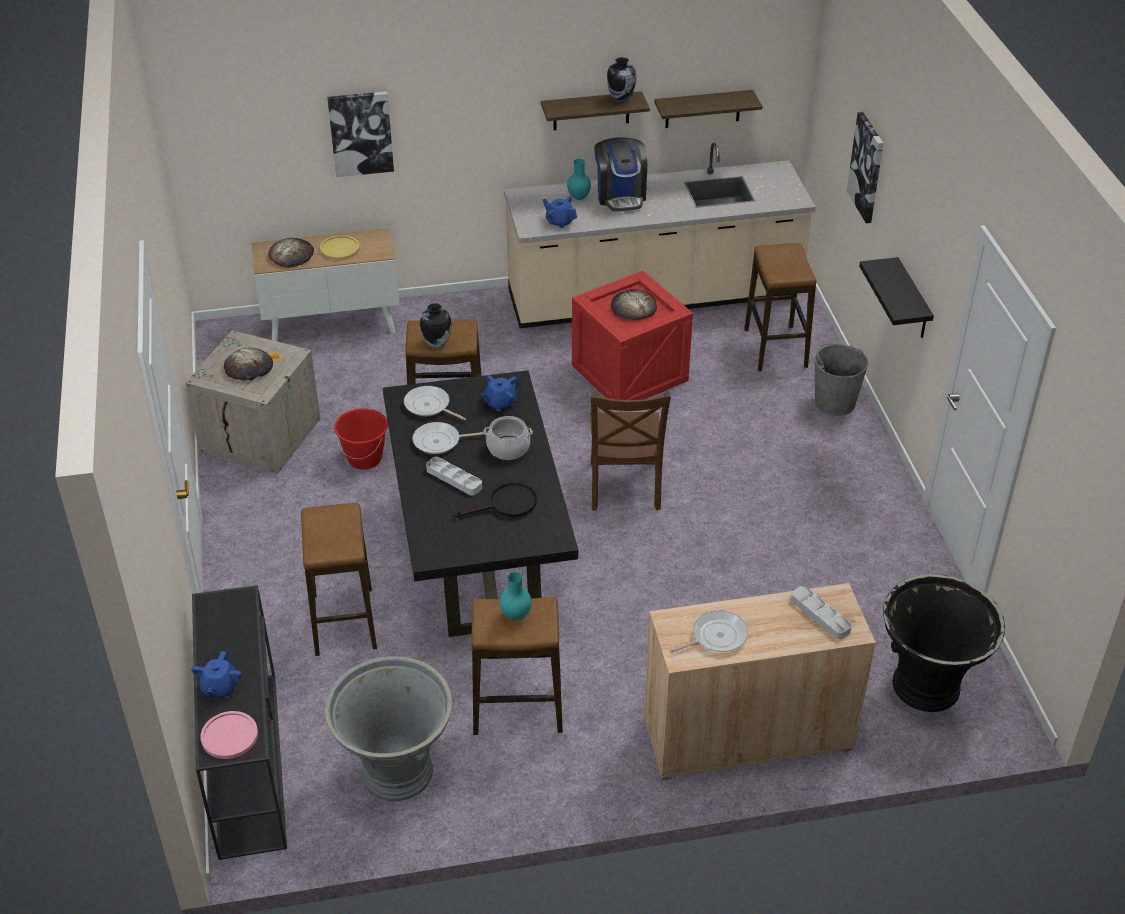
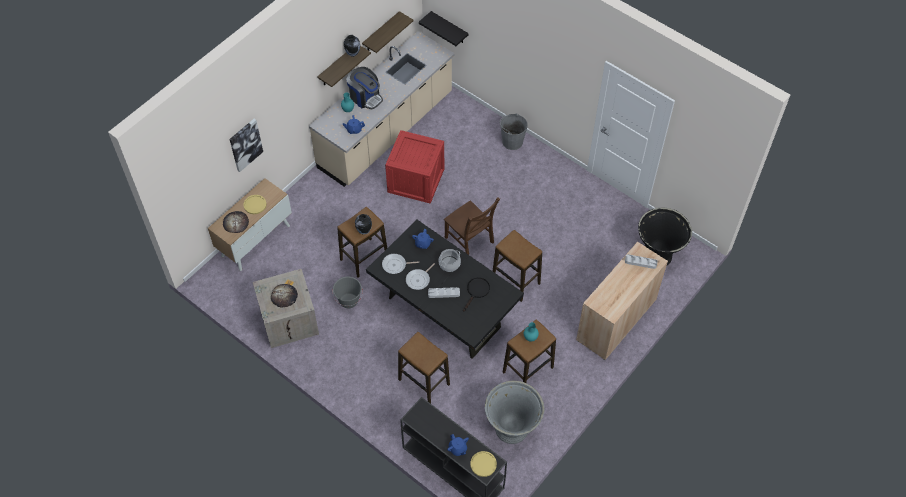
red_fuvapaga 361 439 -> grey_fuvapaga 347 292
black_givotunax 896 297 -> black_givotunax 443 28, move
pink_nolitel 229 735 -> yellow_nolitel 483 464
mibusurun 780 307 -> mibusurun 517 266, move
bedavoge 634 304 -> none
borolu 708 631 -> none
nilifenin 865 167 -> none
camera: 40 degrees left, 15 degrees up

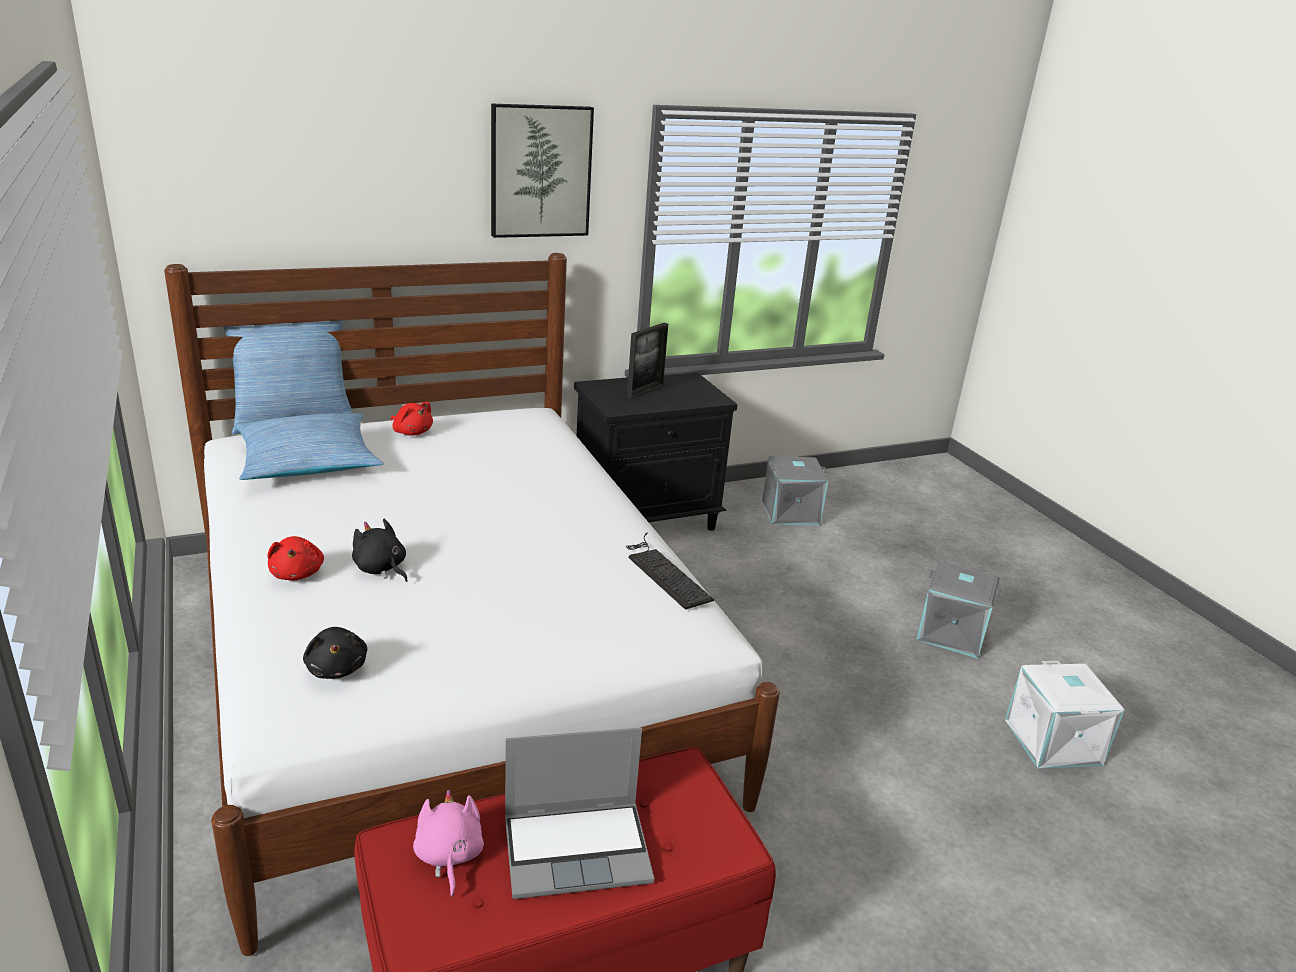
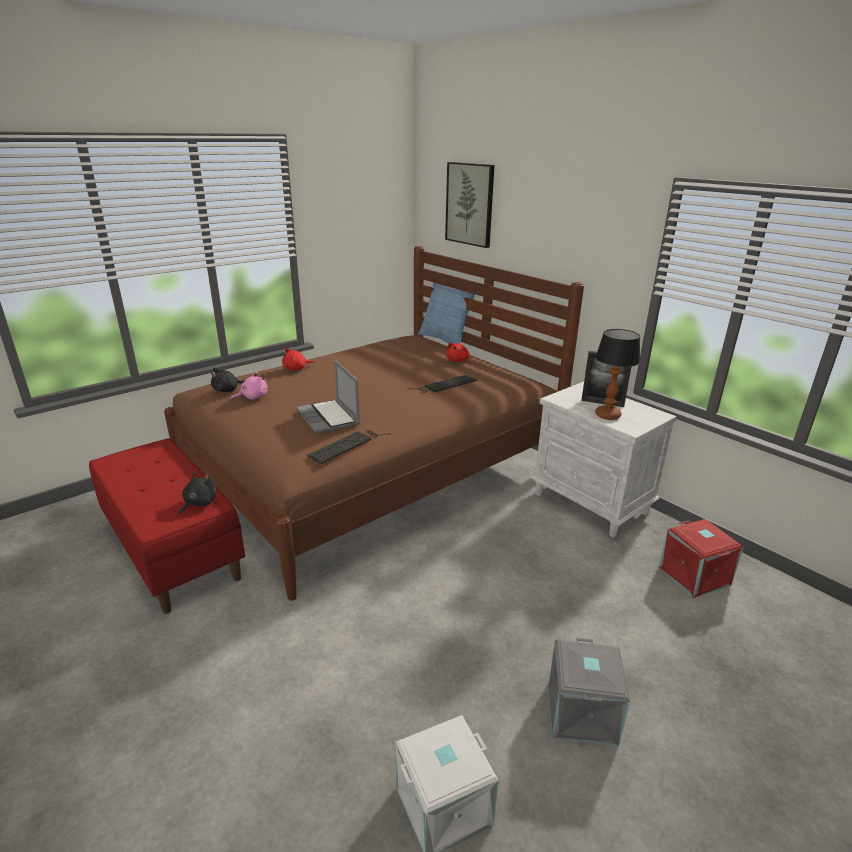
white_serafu 472 604 -> brown_serafu 374 423
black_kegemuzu 380 550 -> black_kegemuzu 198 493, move
pink_kegemuzu 448 843 -> pink_kegemuzu 249 386, move
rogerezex 579 813 -> rogerezex 328 397, move
none -> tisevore 442 384
nilifenin 542 170 -> nilifenin 470 205, move
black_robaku 656 451 -> white_robaku 604 459
none -> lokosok 617 374
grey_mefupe 795 491 -> red_mefupe 701 558
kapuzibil 308 446 -> none
camera: 75 degrees right, 0 degrees up

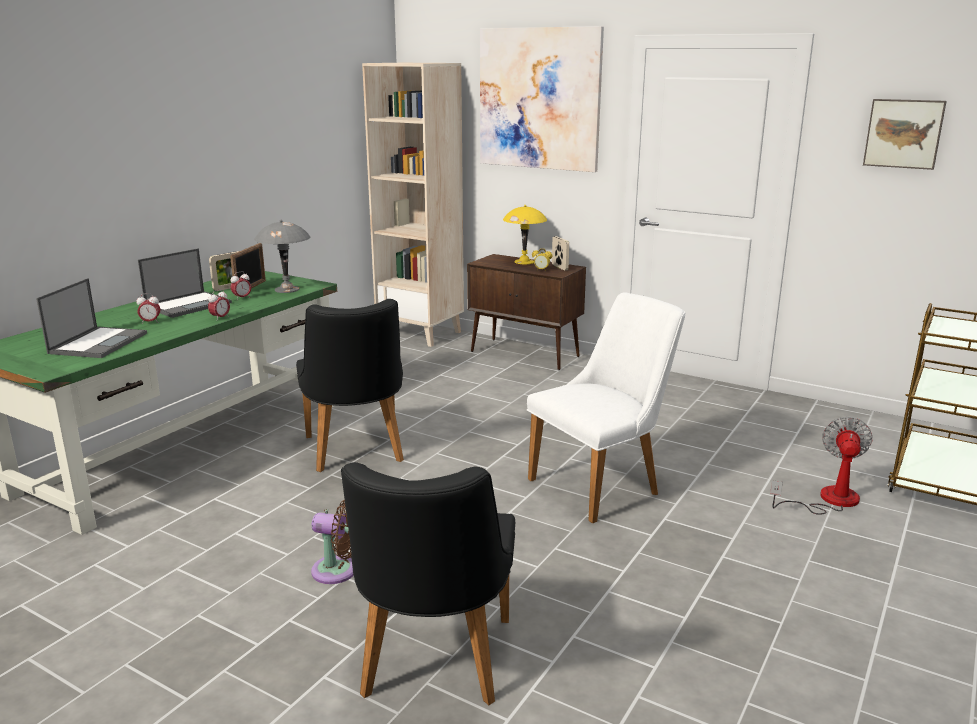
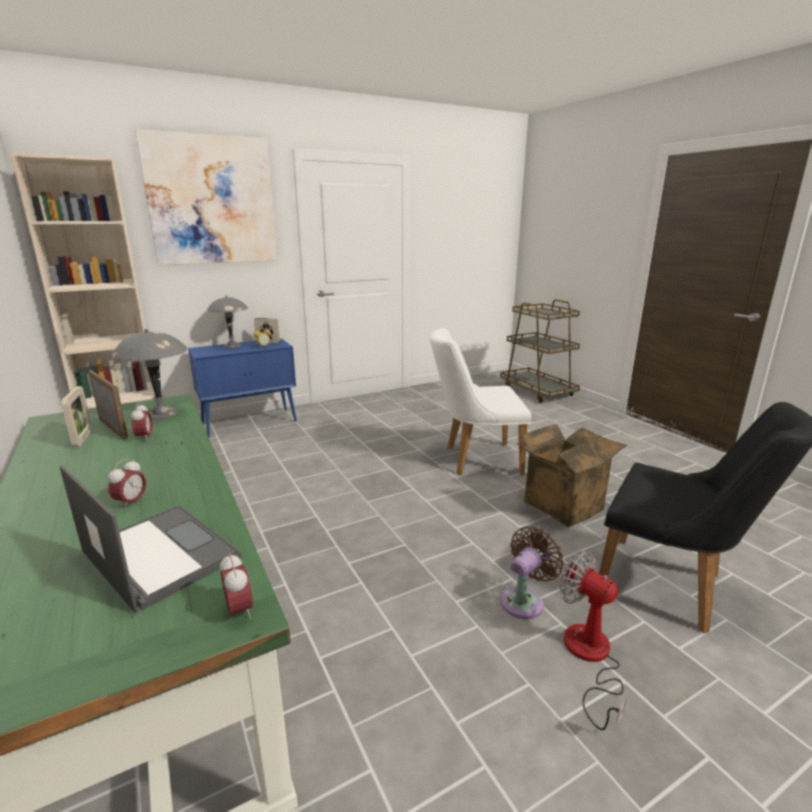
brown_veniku 526 312 -> blue_veniku 242 387
yellow_lokosok 525 234 -> grey_lokosok 227 322
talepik 219 305 -> talepik 236 586, move
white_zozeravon 606 408 -> white_zozeravon 480 402, 90 degrees counterclockwise
none -> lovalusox 571 475
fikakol 821 466 -> fikakol 593 640, move
rogerezex 185 283 -> none
black_zozeravon 350 385 -> none
nilifenin 905 134 -> none
camera: 60 degrees left, 0 degrees up

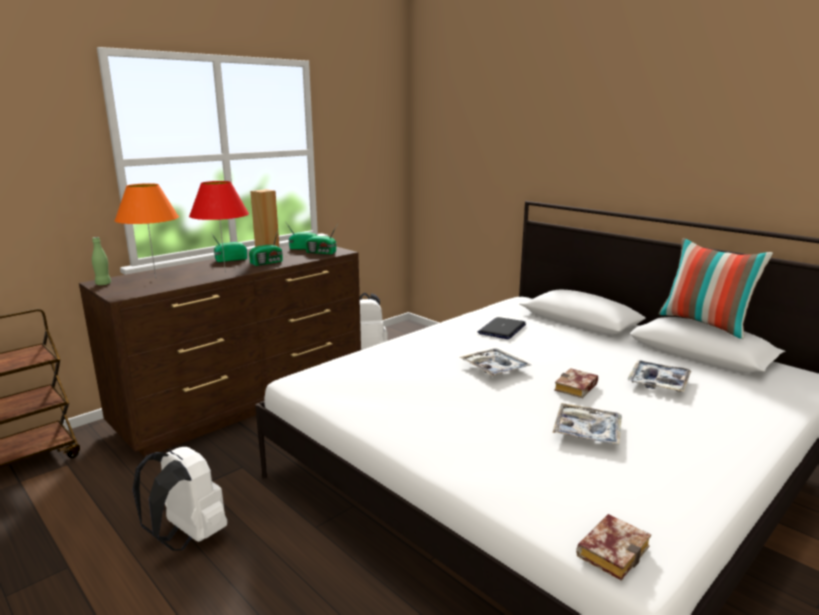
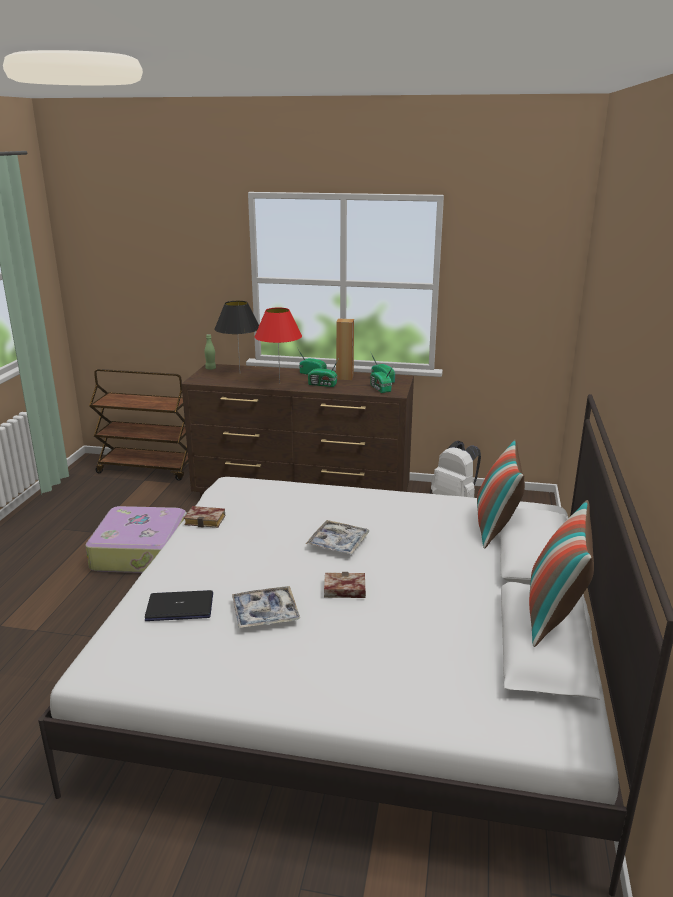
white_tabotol 179 499 -> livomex 136 539
rogerezex 502 328 -> rogerezex 179 605, move
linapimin 613 547 -> linapimin 205 517, move
orange_lokosok 147 231 -> black_lokosok 236 335
none -> kapuzibil 501 494
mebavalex 659 376 -> none
camera: 55 degrees right, 5 degrees up

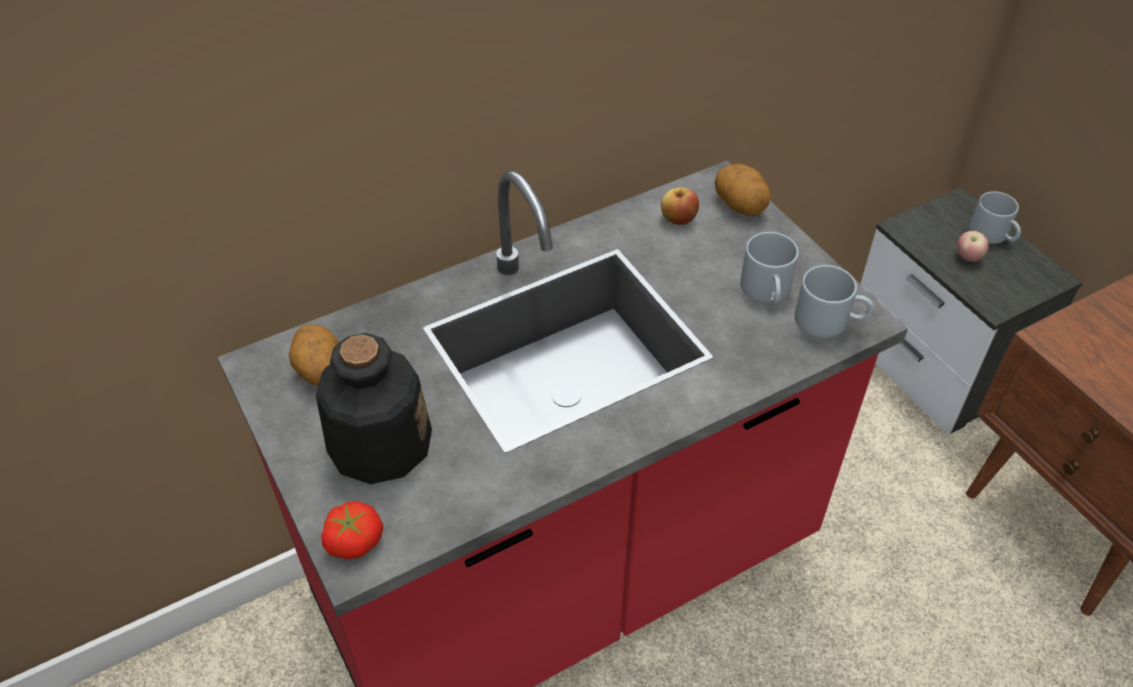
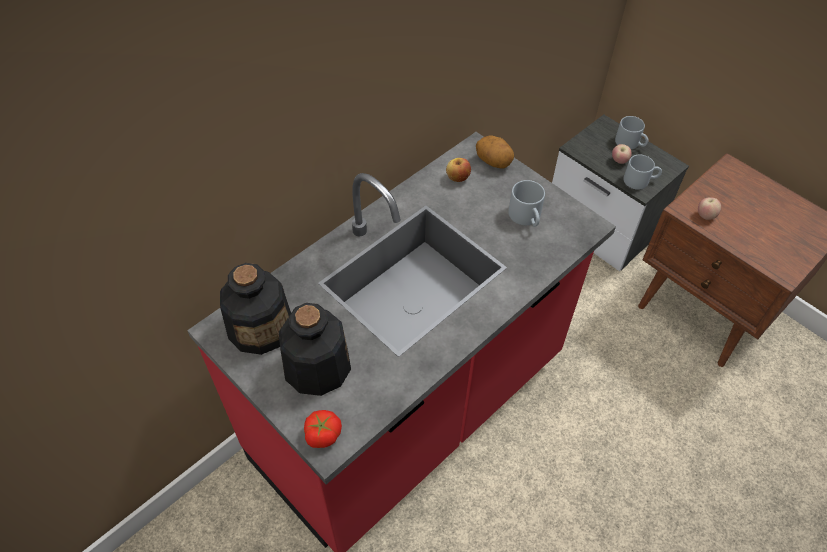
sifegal 314 354 -> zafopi 255 309
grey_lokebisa 833 301 -> grey_lokebisa 642 172, move
none -> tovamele 709 208
camera: 15 degrees left, 5 degrees up

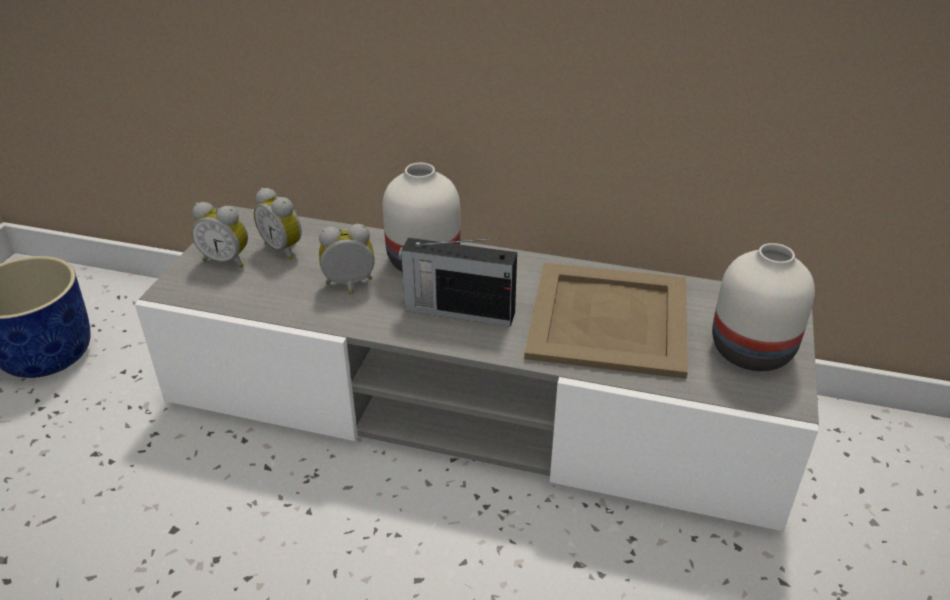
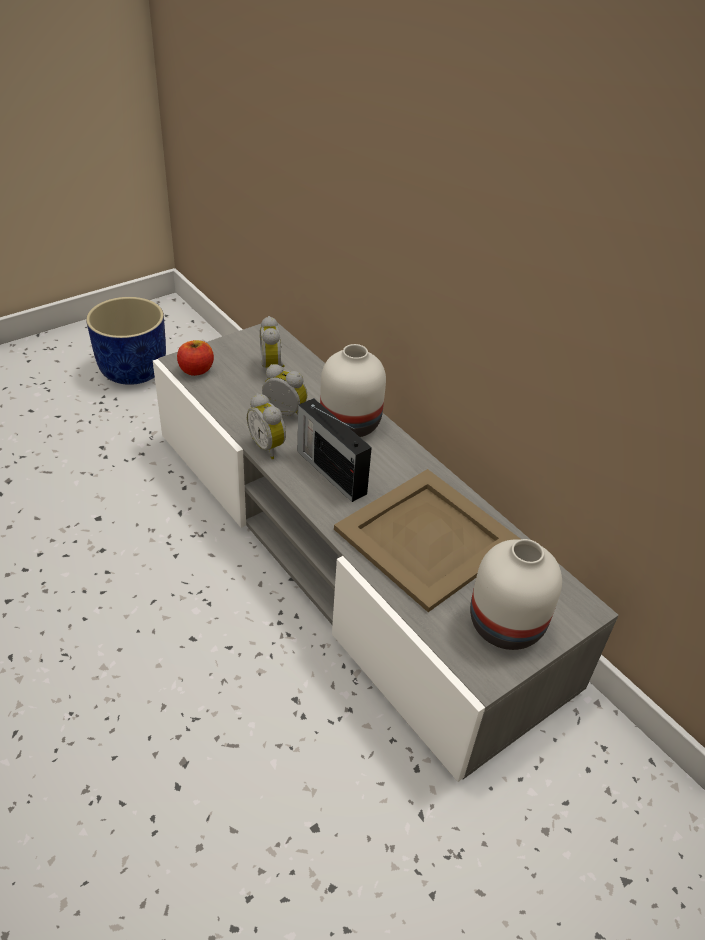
none -> tovamele 195 358
talepik 219 235 -> talepik 266 426, move
camera: 35 degrees right, 5 degrees up

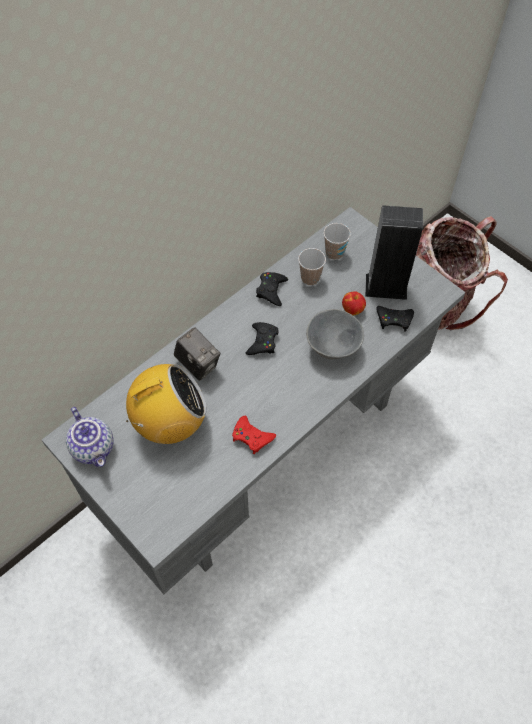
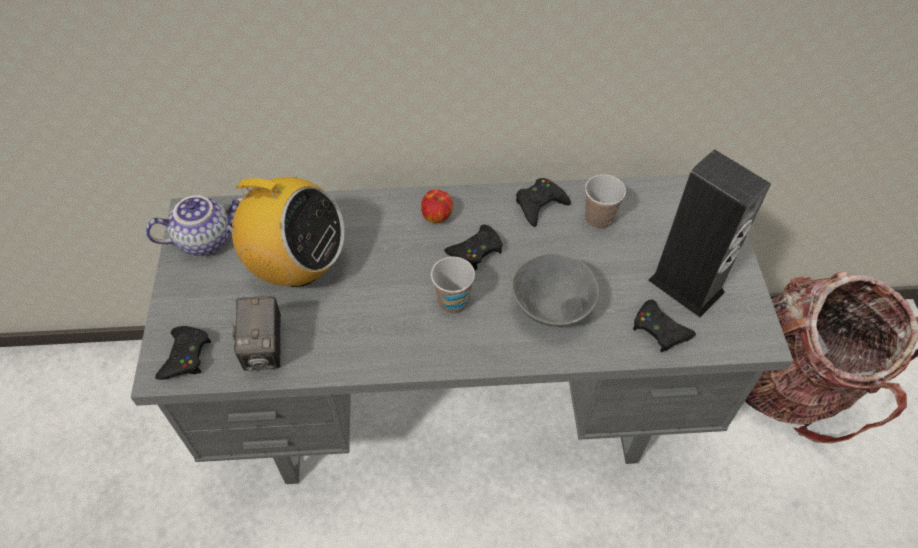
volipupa 90 437 -> volipupa 194 225, 120 degrees counterclockwise
none -> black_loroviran 183 353
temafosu 197 354 -> temafosu 256 334, move
tovamele 354 303 -> tovamele 437 206, move
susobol 337 241 -> susobol 453 285, move
red_loroviran 254 435 -> none
camera: 40 degrees right, 5 degrees down

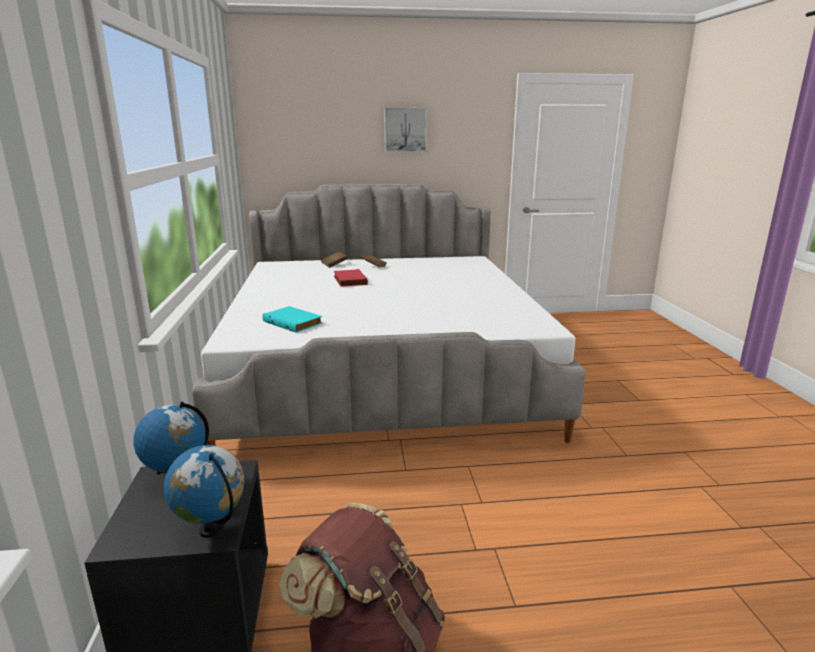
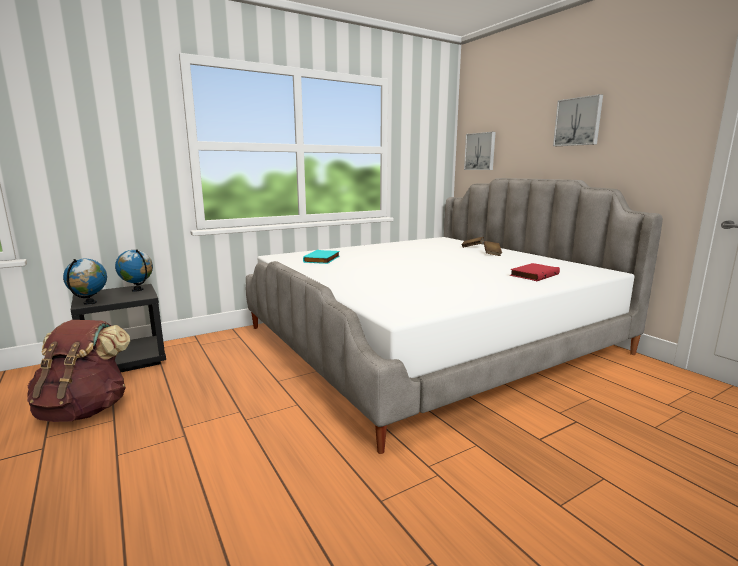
none -> nilifenin 480 151
red_linapimin 351 278 -> red_linapimin 535 272, move
camera: 65 degrees right, 5 degrees down

